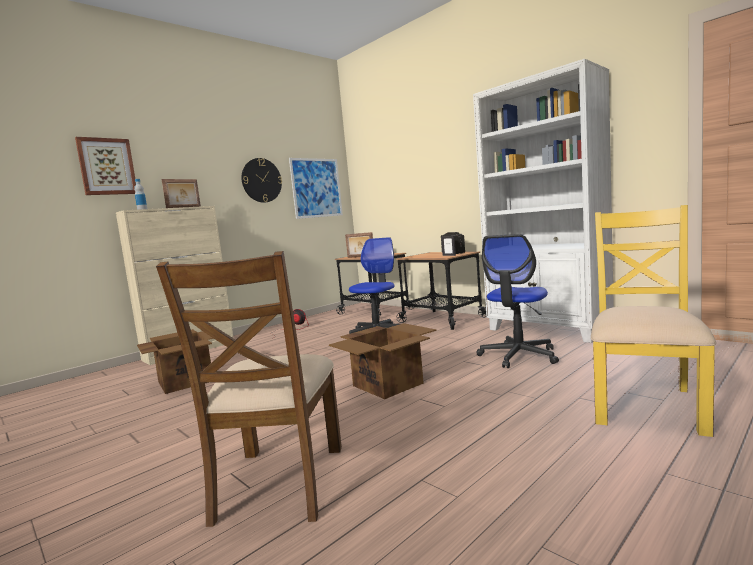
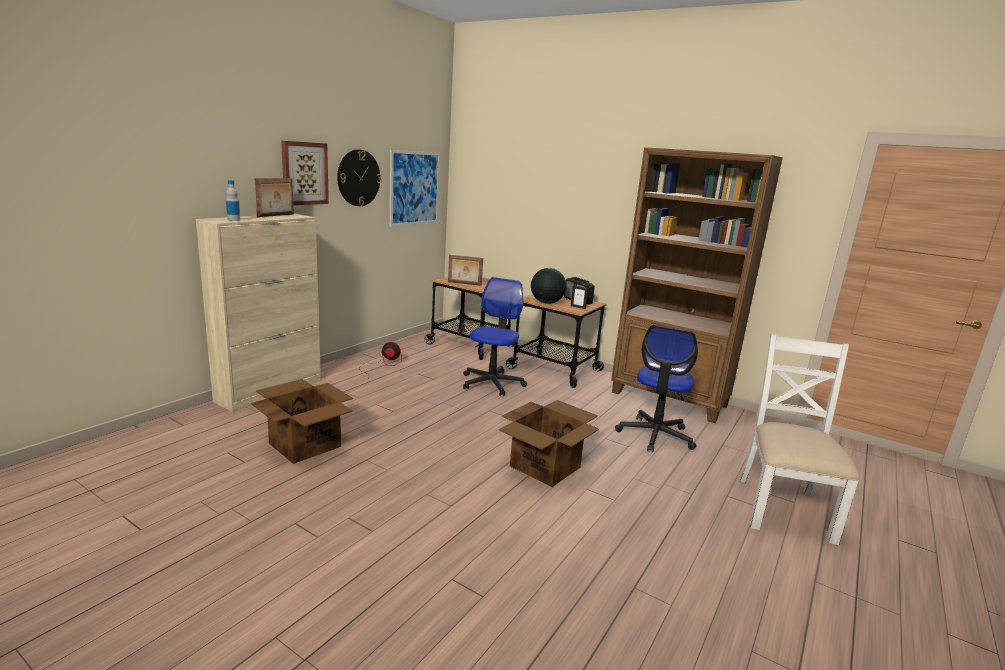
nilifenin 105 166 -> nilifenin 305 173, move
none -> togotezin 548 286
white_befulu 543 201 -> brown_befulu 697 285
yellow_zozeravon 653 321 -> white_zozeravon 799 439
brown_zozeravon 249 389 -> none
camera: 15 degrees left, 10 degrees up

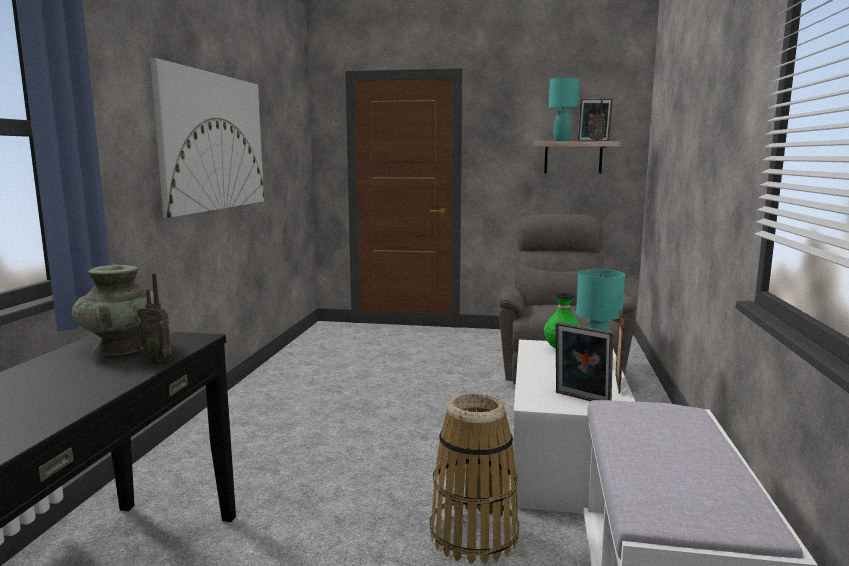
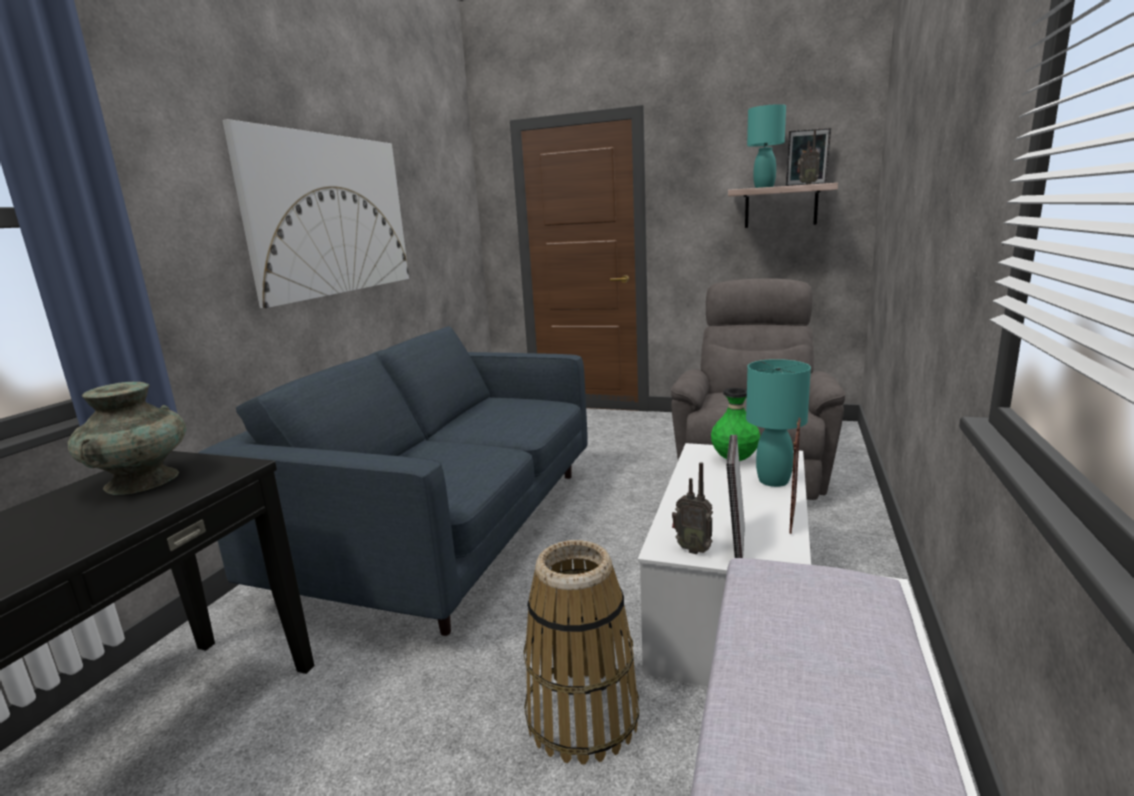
none -> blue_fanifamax 393 481
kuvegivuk 154 317 -> kuvegivuk 692 508, move
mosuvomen 584 361 -> mosuvomen 735 496, 60 degrees clockwise
camera: 10 degrees right, 5 degrees up

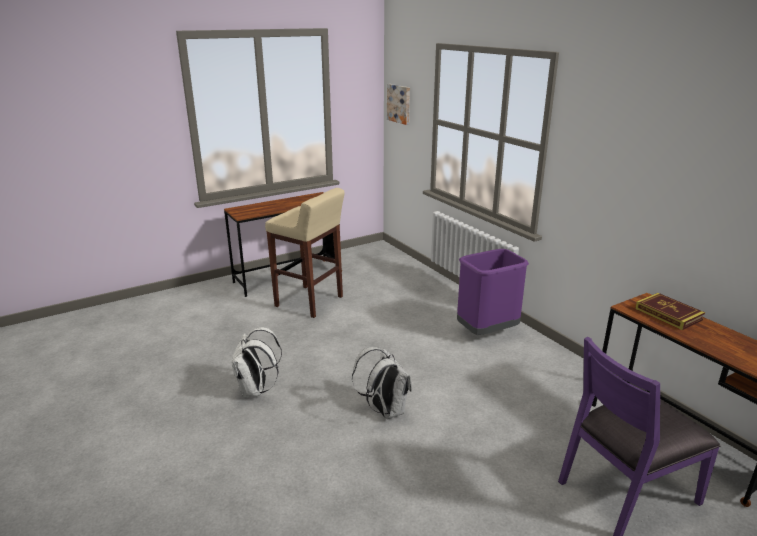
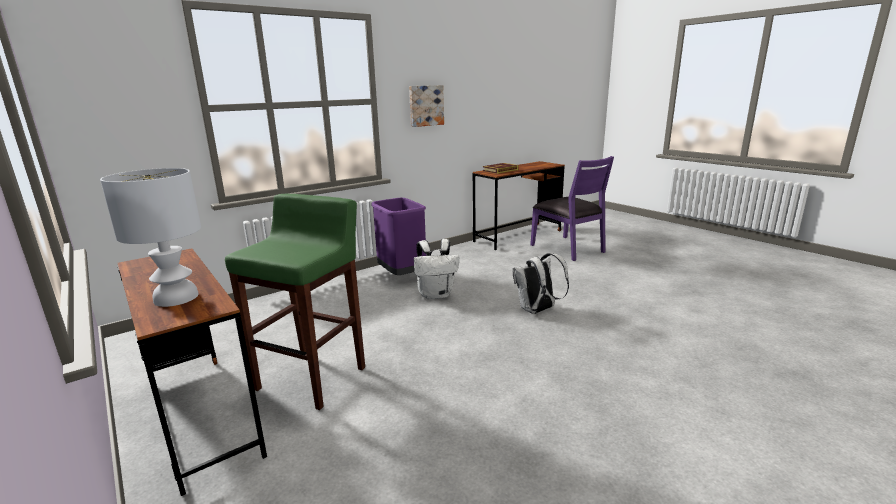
none -> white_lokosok 150 237
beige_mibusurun 305 253 -> green_mibusurun 295 302
nilifenin 398 104 -> nilifenin 426 106, move
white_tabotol 257 362 -> white_tabotol 436 269, move
camera: 95 degrees left, 5 degrees down

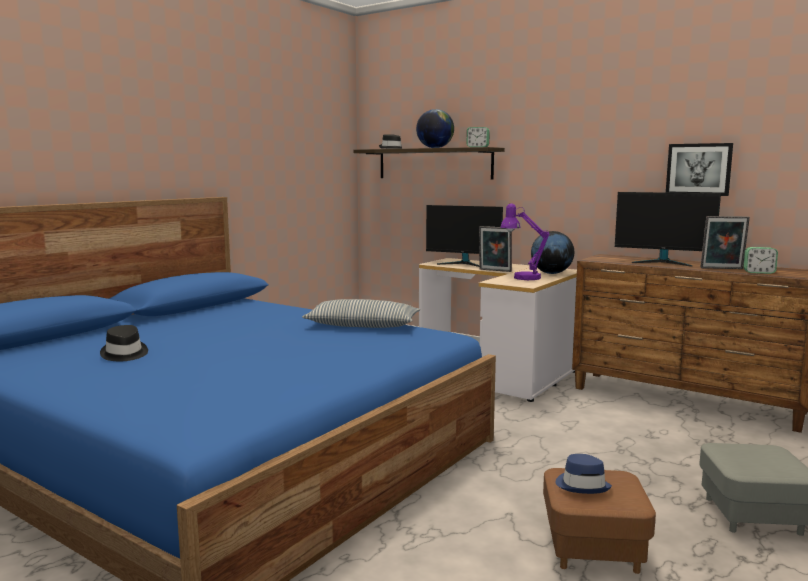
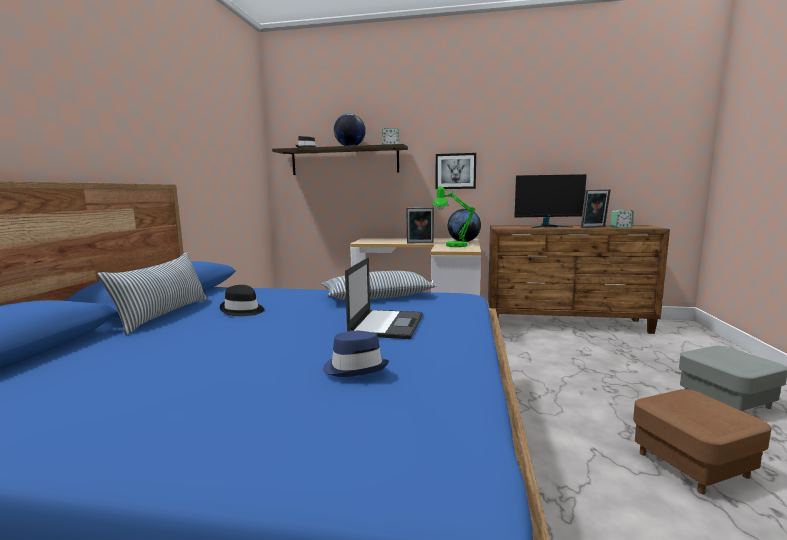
none -> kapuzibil 152 294
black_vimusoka 124 343 -> black_vimusoka 242 300, move
blue_vimusoka 584 474 -> blue_vimusoka 356 354, move
none -> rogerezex 384 298
purple_lokosok 525 241 -> green_lokosok 454 216
nilifenin 699 169 -> nilifenin 456 171, move
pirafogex 464 236 -> none
camera: 25 degrees left, 0 degrees up

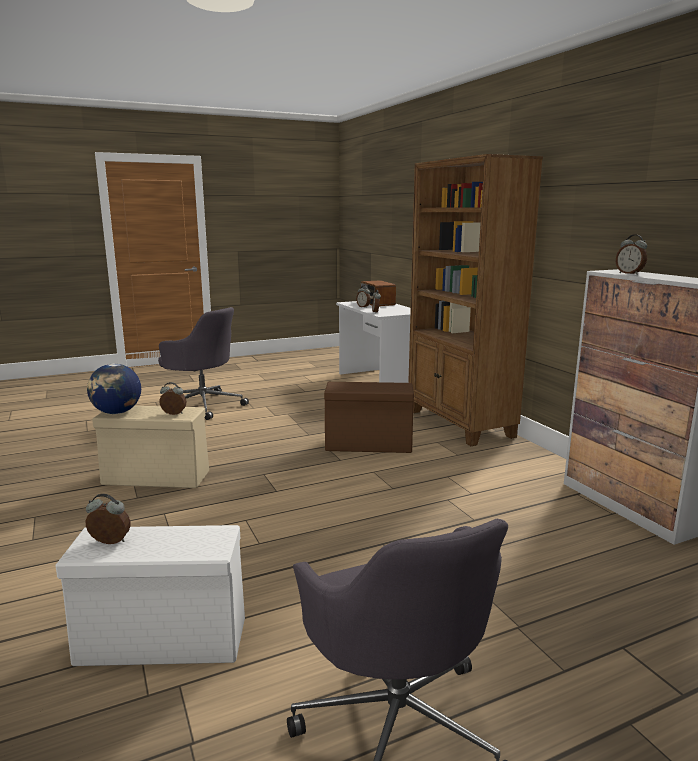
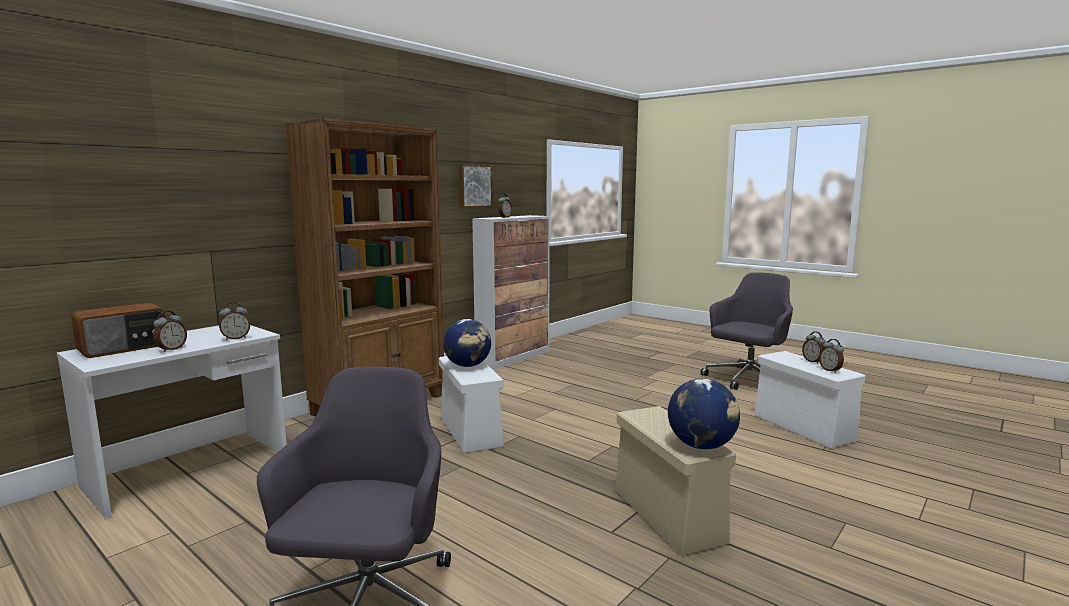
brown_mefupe 369 417 -> white_mefupe 471 404
none -> togotezin 467 343
none -> nilifenin 476 186
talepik 172 398 -> talepik 814 348, move
camera: 115 degrees left, 5 degrees down

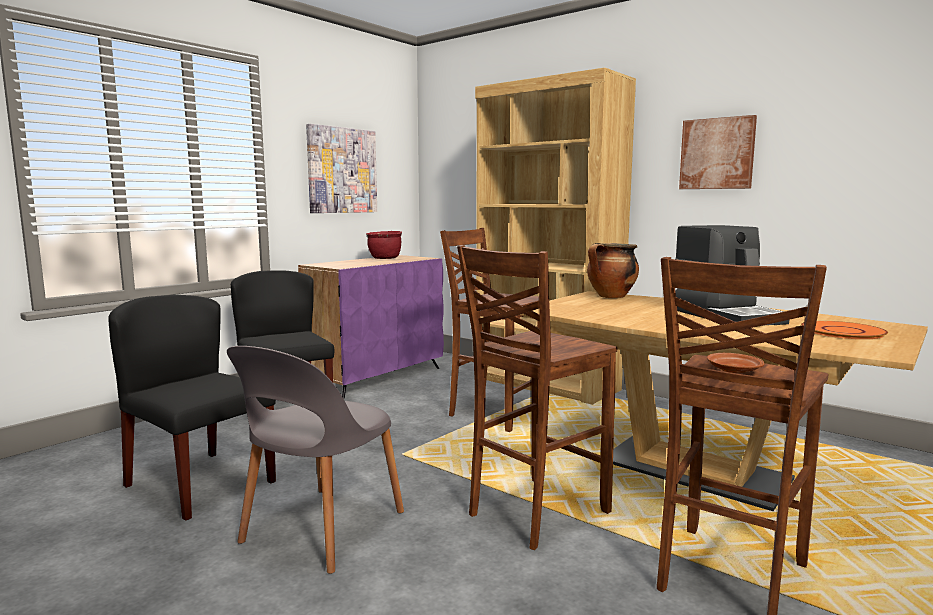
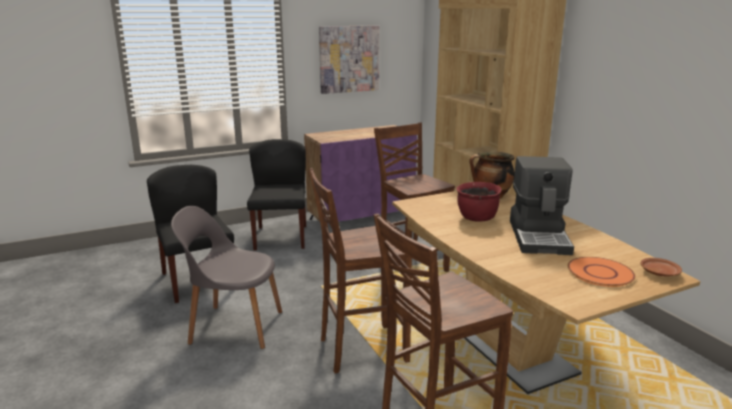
grey_zozeravon 315 460 -> grey_zozeravon 226 277, 45 degrees clockwise
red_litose 384 245 -> red_litose 479 202, move
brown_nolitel 736 363 -> brown_nolitel 661 267, move
nilifenin 718 152 -> none
camera: 25 degrees right, 10 degrees up

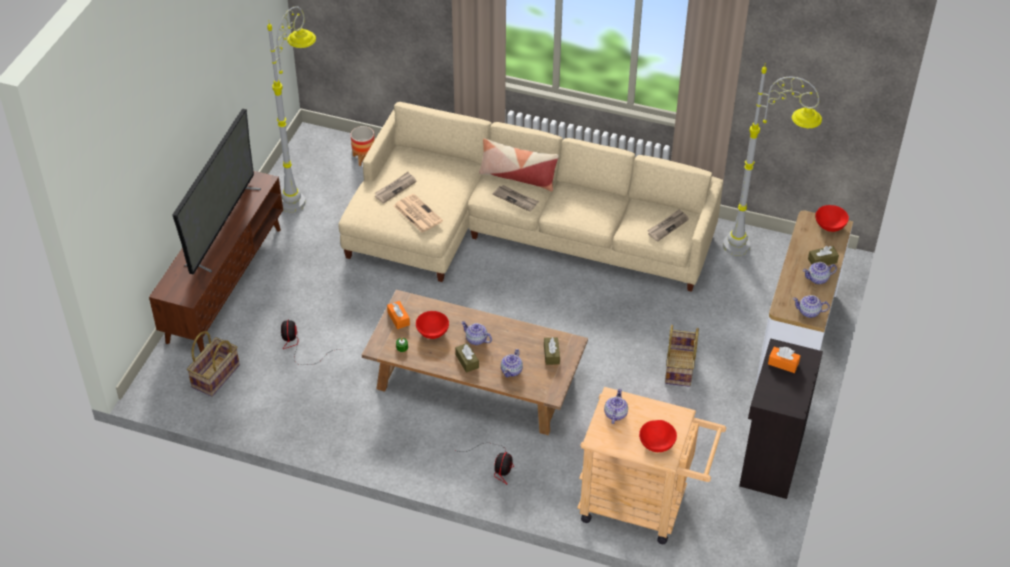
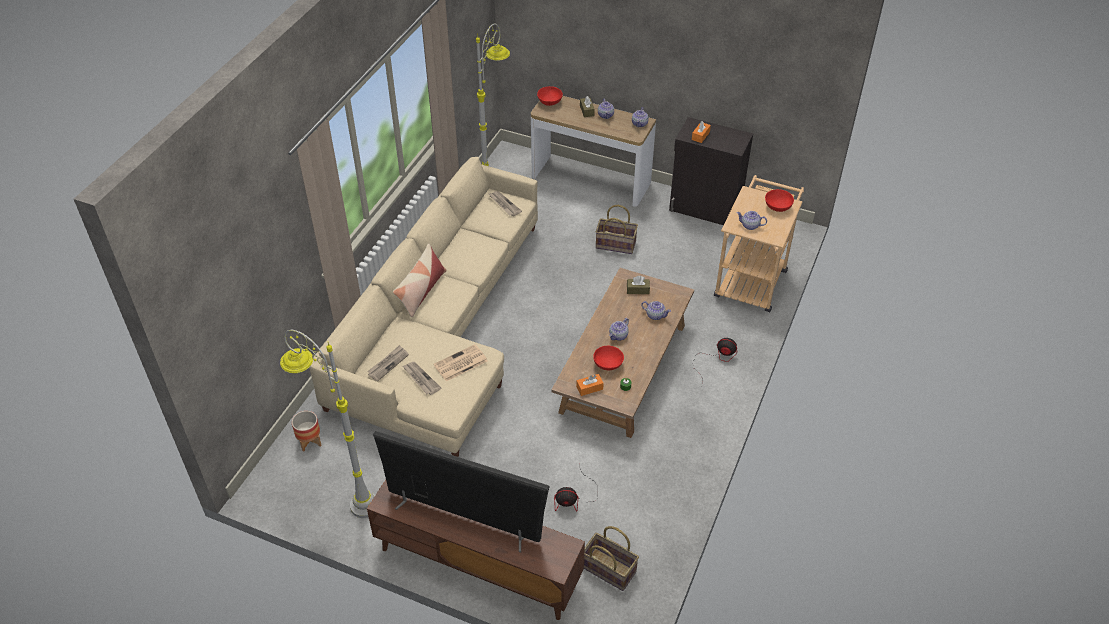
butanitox 516 198 -> butanitox 388 363, move
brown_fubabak 467 358 -> none
camera: 85 degrees left, 0 degrees up

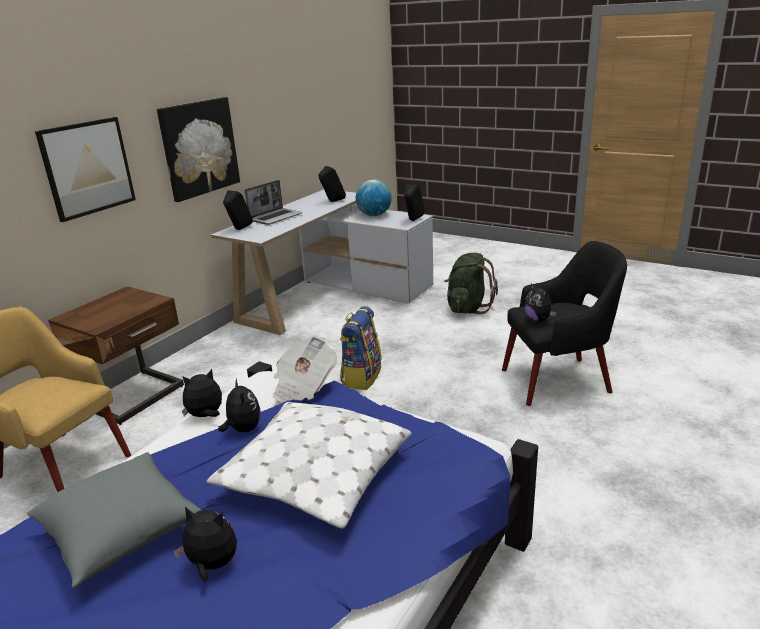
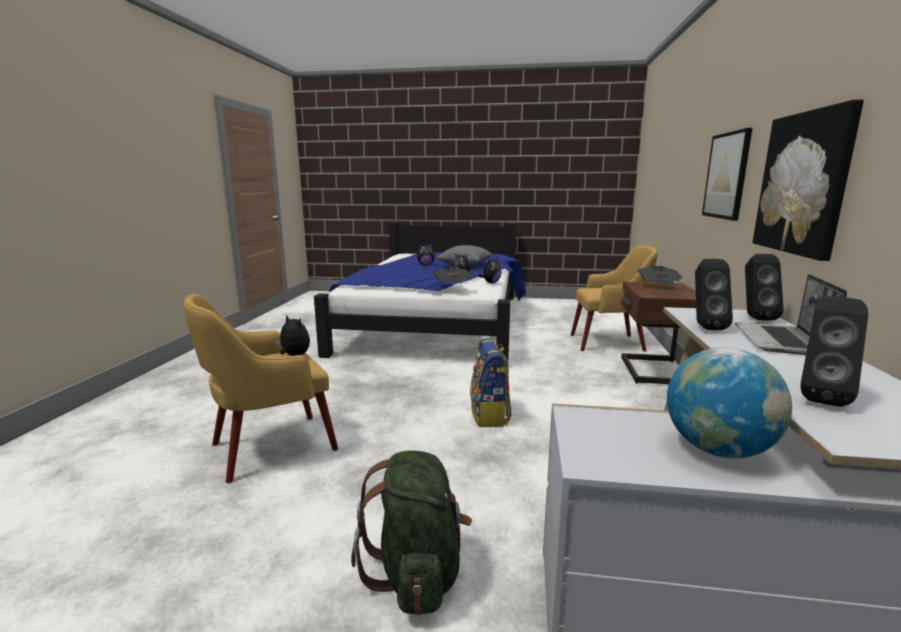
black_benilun 564 323 -> yellow_benilun 260 388
none -> butanitox 660 275
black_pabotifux 414 202 -> black_pabotifux 714 294, move
white_kapuzibil 309 465 -> none
camera: 155 degrees right, 10 degrees down

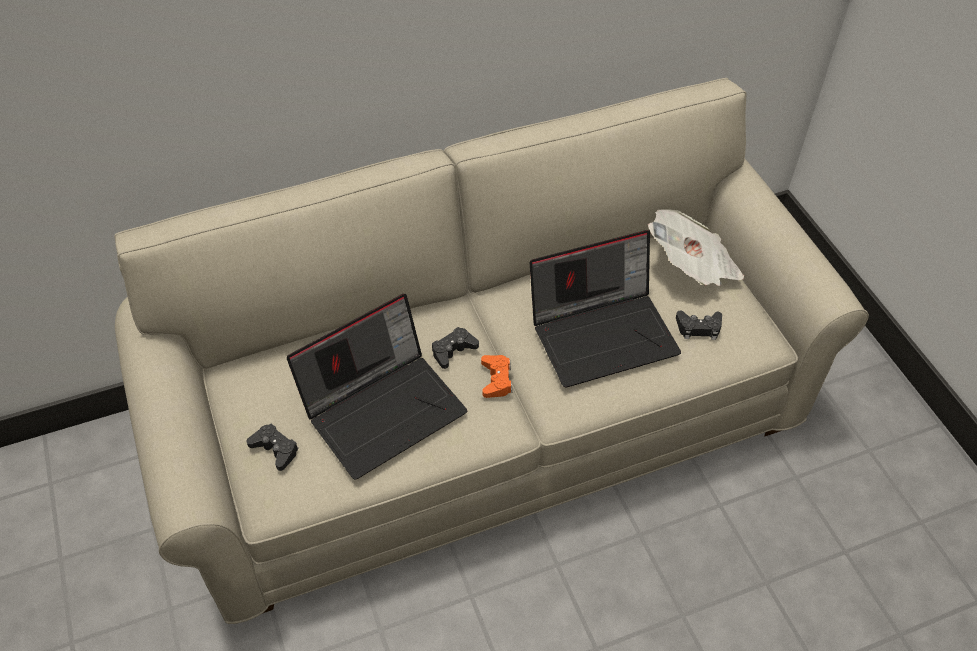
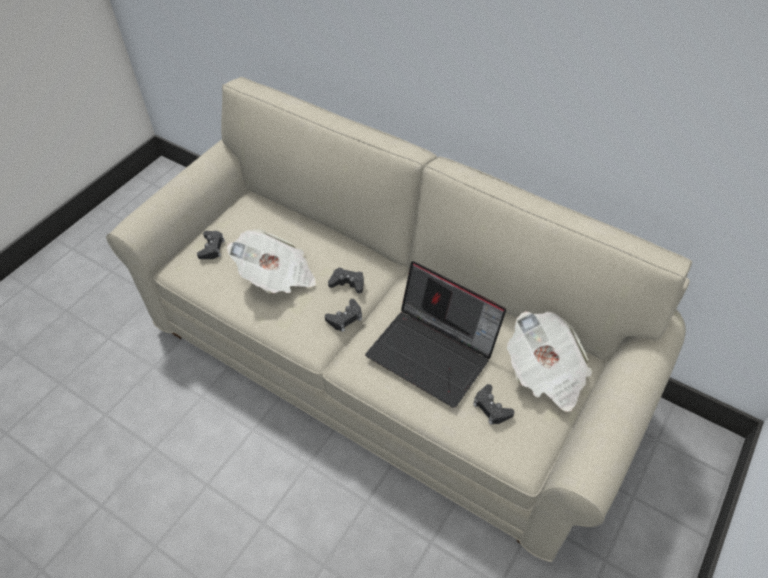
rogerezex 377 386 -> butanitox 271 261
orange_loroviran 496 376 -> black_loroviran 343 315
camera: 55 degrees right, 0 degrees up

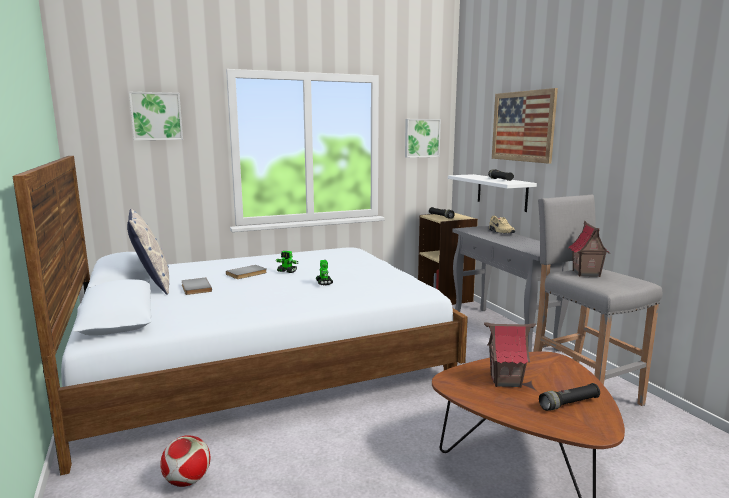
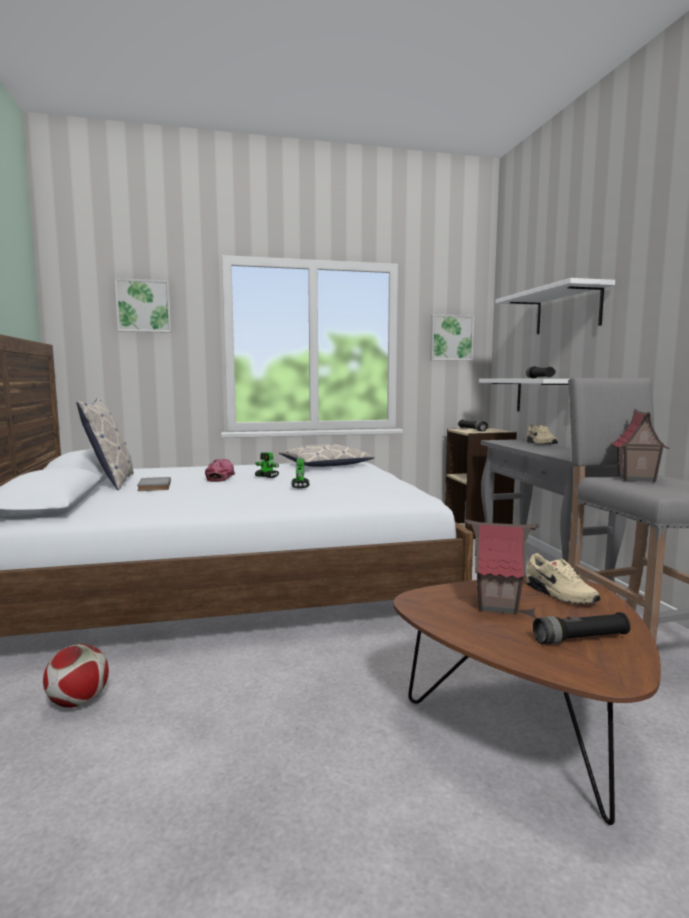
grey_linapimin 246 272 -> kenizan 220 470
none -> kapuzibil 327 455
nilifenin 525 126 -> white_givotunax 555 306
none -> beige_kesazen 563 578
camera: 10 degrees right, 5 degrees down

